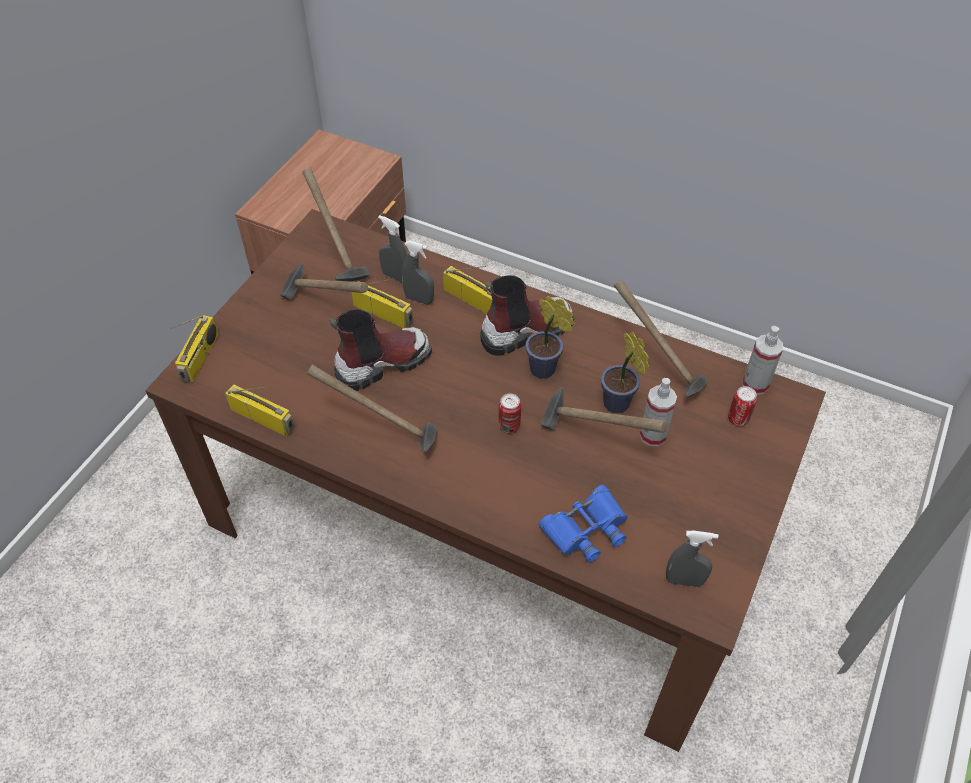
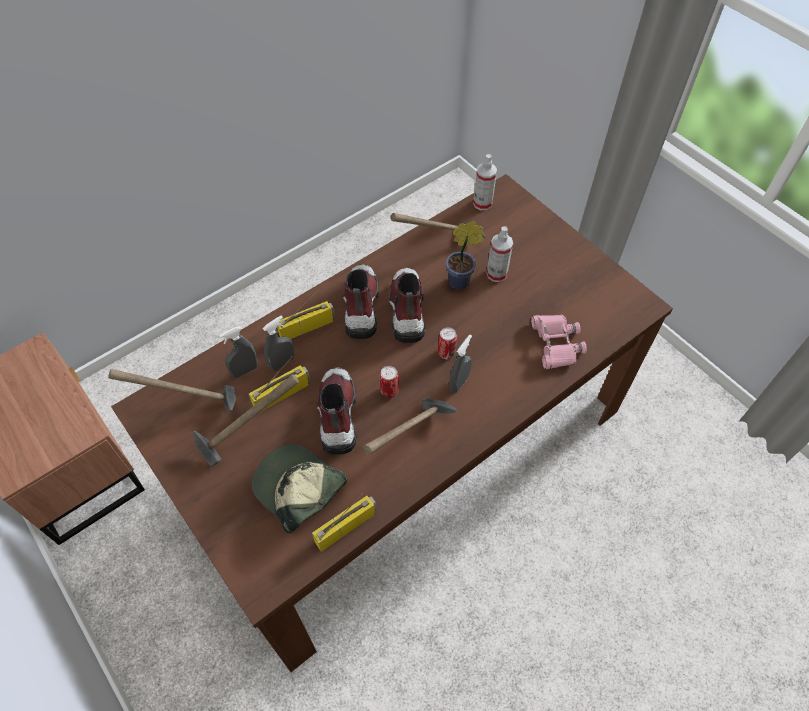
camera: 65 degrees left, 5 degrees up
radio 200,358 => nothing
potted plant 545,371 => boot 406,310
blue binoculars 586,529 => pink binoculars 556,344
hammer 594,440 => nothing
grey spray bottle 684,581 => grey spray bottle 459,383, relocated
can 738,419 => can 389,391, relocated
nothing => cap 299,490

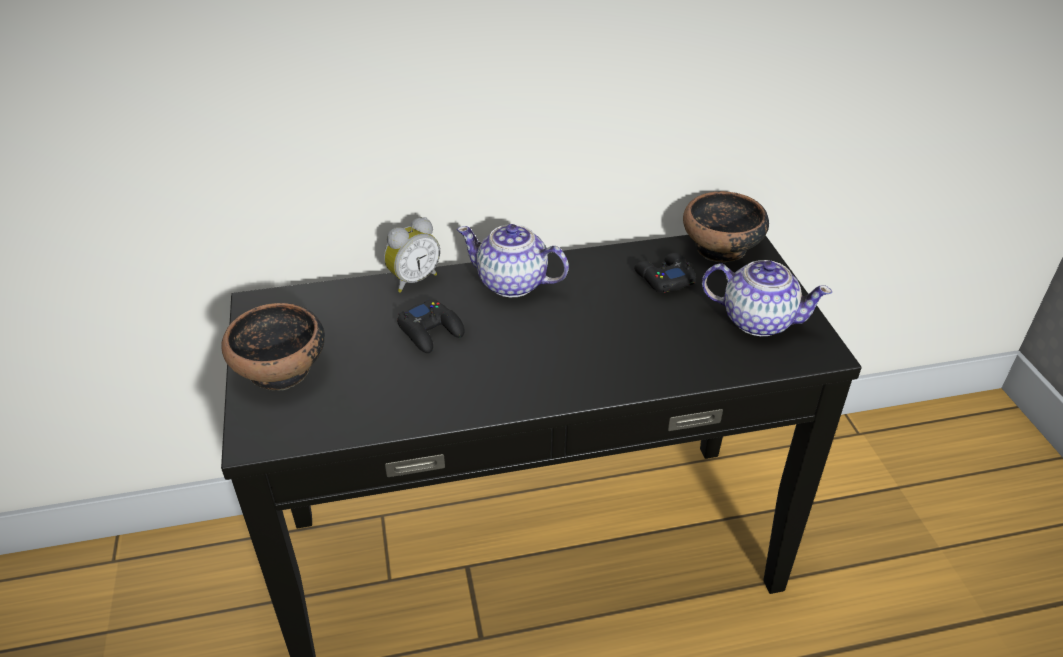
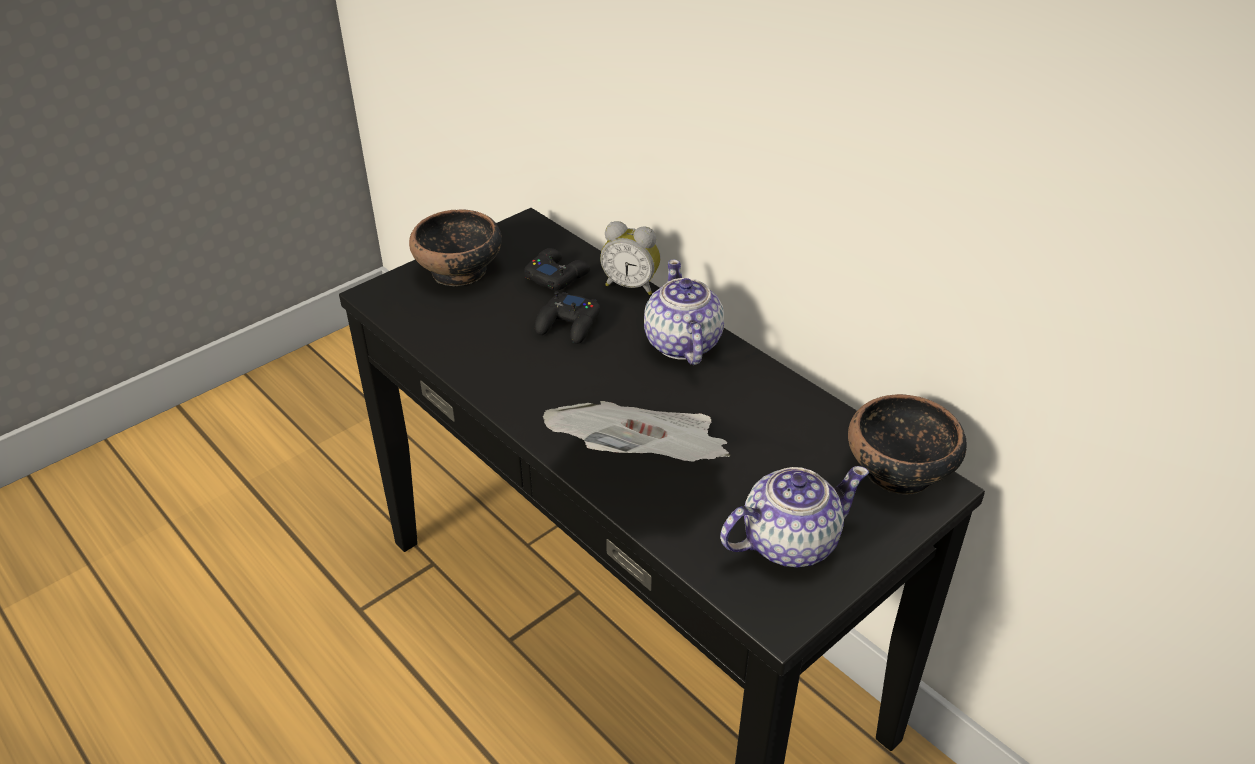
camera: 60 degrees right, 0 degrees up
black game controller 664,278 => black game controller 556,276, relocated
teapot 757,320 => teapot 788,542, 105 degrees counterclockwise
nothing => newspaper 644,465

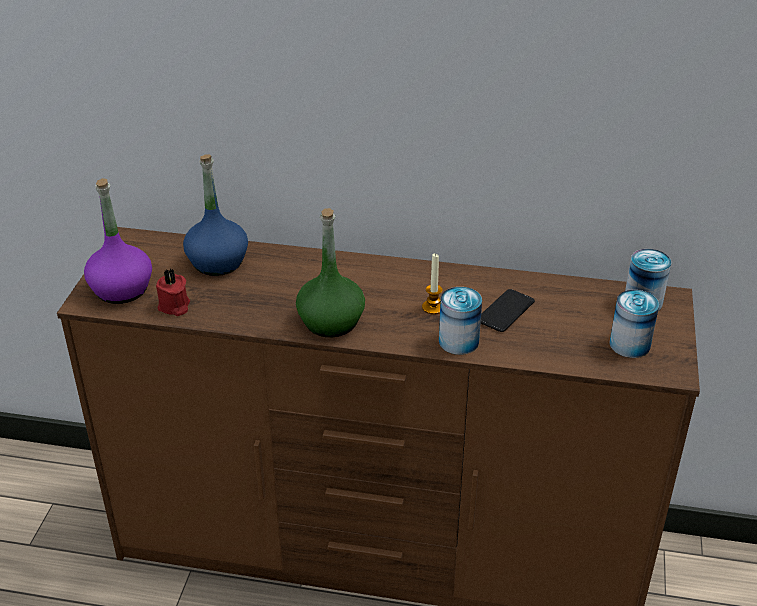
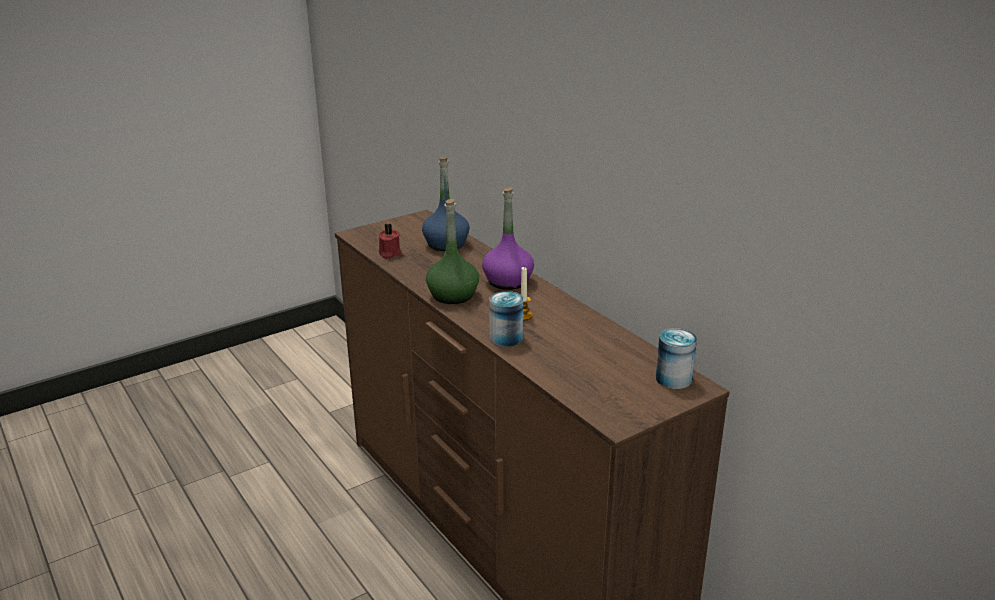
camera: 45 degrees right, 10 degrees down
purple bottle 121,290 => purple bottle 508,281, relocated
phone 505,311 => nothing
can 629,344 => nothing

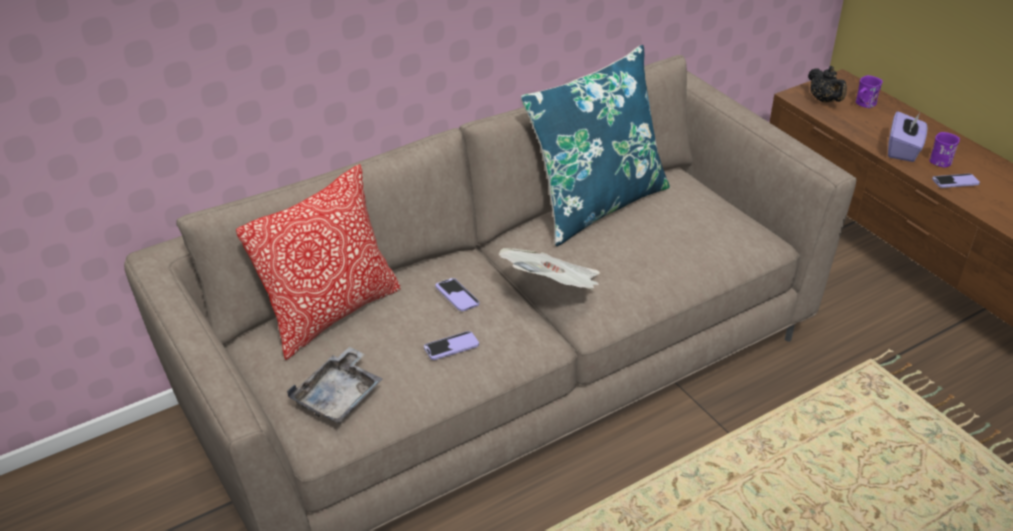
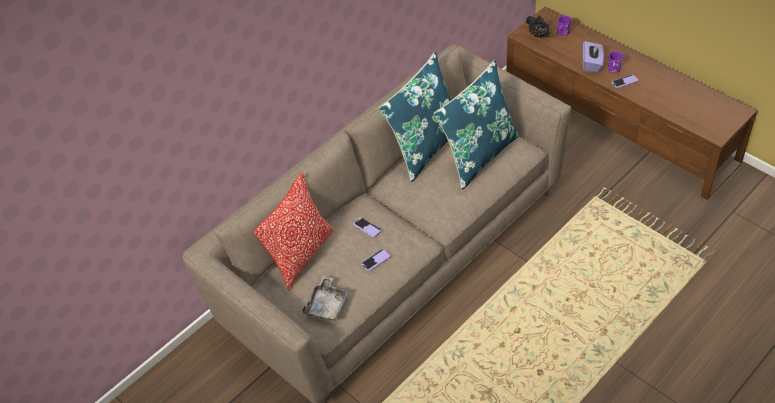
camera: 10 degrees left, 10 degrees up
newspaper 553,289 => nothing
nothing => blue pillow 478,155

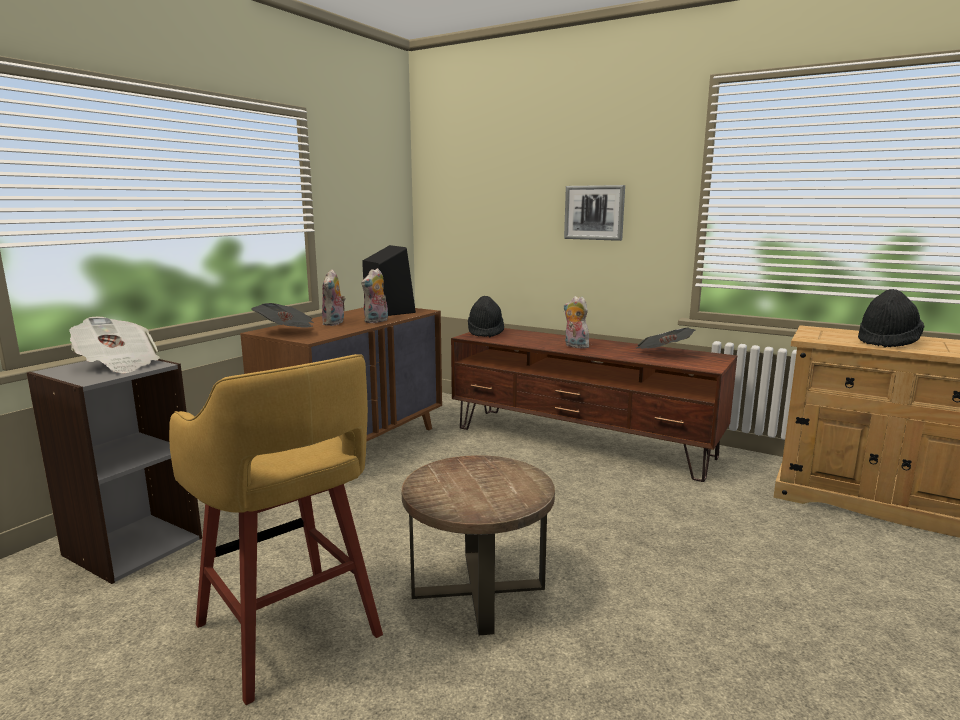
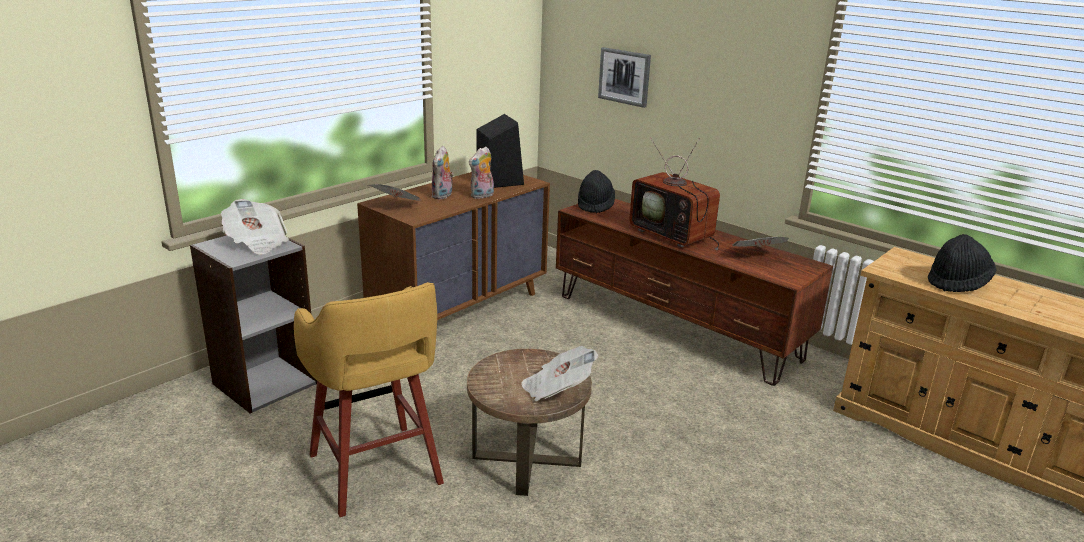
camera: 10 degrees right, 10 degrees up
picture 594,212 => picture 624,76, relocated
plush toy 574,346 => television 674,235
nothing => newspaper 557,389

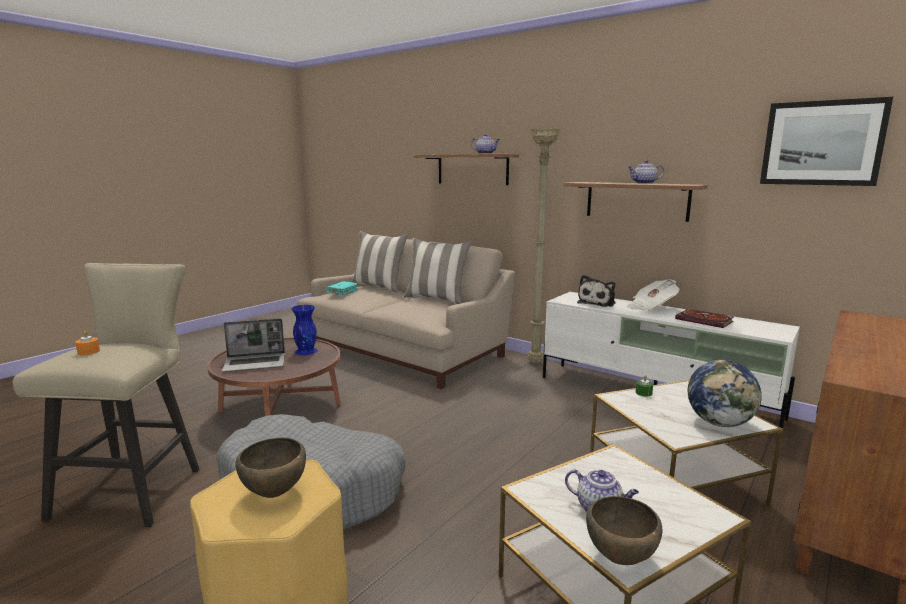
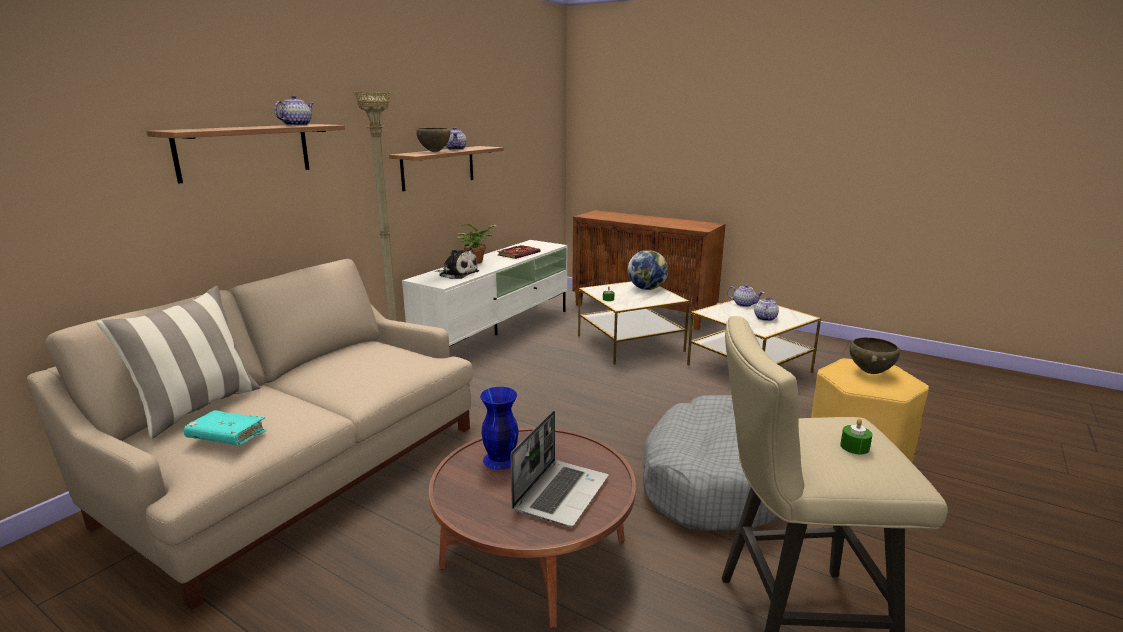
camera: 95 degrees left, 5 degrees up
orange candle 88,352 => green candle 854,447
laptop 256,363 => laptop 561,493, 45 degrees clockwise
pillow 436,299 => nothing
brown bowl 620,559 => brown bowl 435,152, relocated
newspaper 650,307 => potted plant 477,261
picture 822,143 => nothing
nothing => teapot 744,304

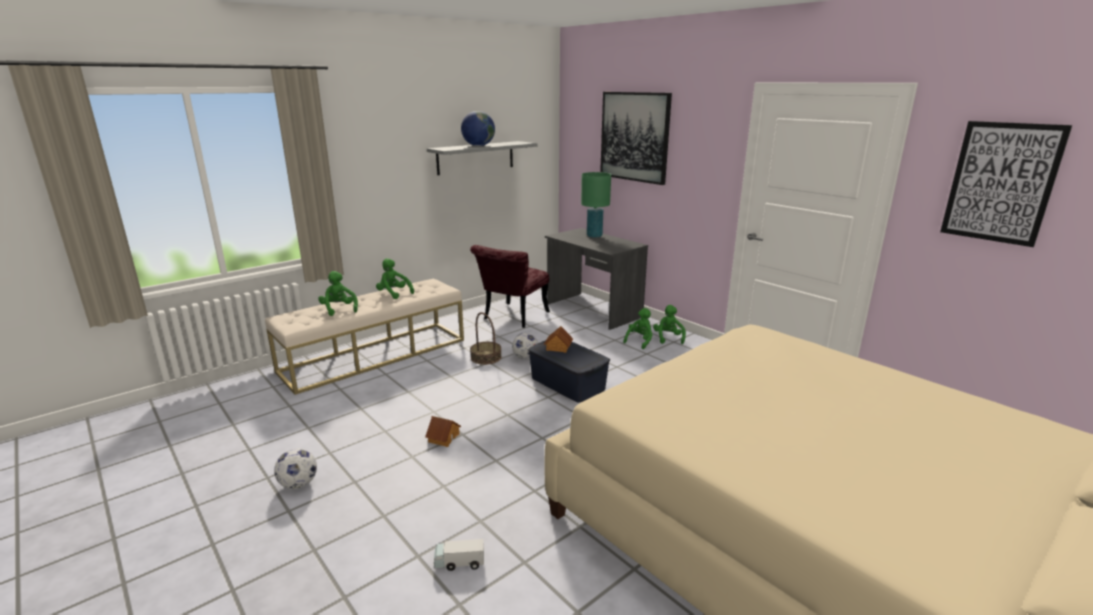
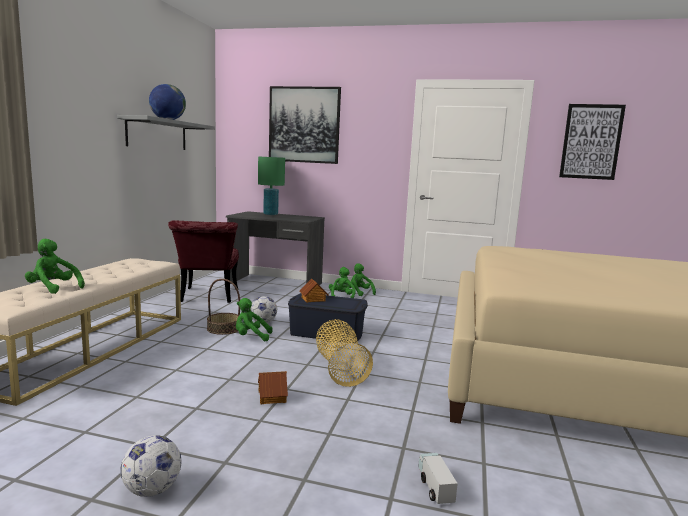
camera: 35 degrees left, 10 degrees down
green plush toy 393,294 => green plush toy 251,337, relocated
toy truck 459,562 => toy truck 435,487, 120 degrees clockwise
nothing => basket 340,368

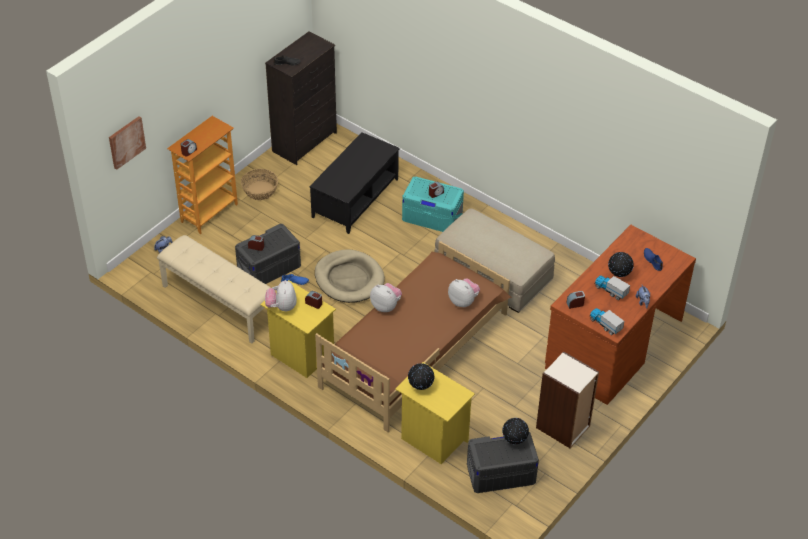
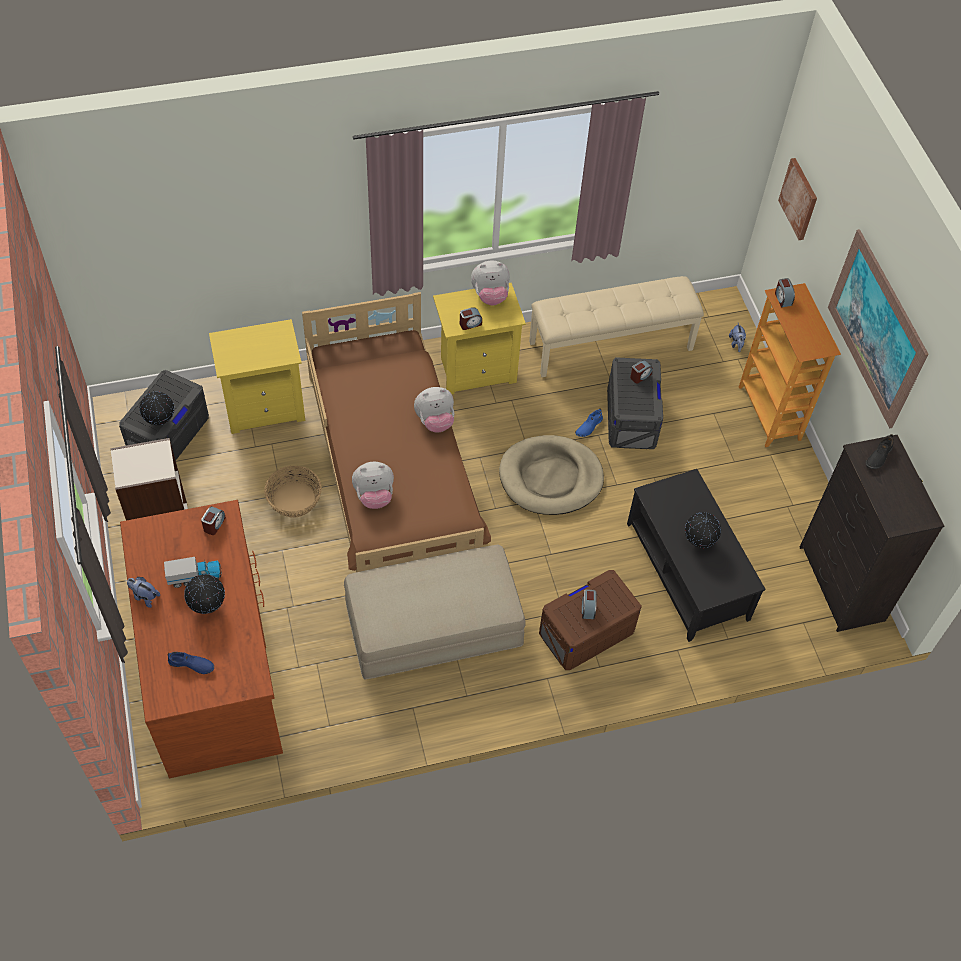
camera: 125 degrees right, 10 degrees up
basket 260,191 => basket 294,499, relocated
plush toy 282,307 => plush toy 490,296, 135 degrees clockwise
turquoise storage box 432,216 => brown storage box 586,632
globe 420,387 => globe 698,542, relocated
toy truck 605,325 => nothing
nothing => picture 876,329

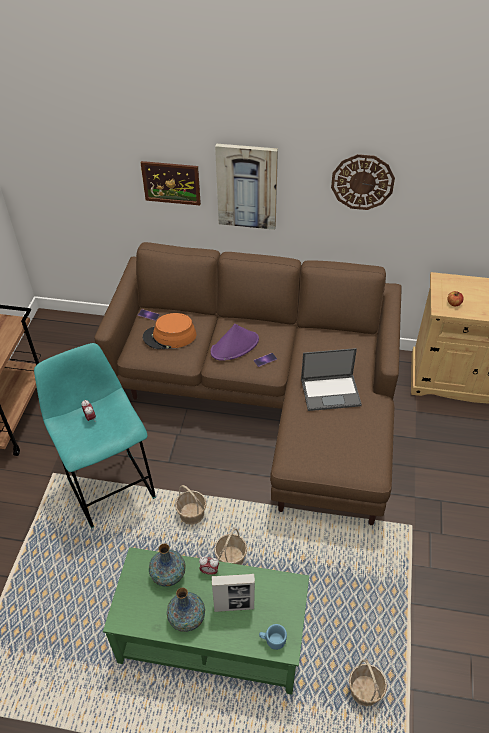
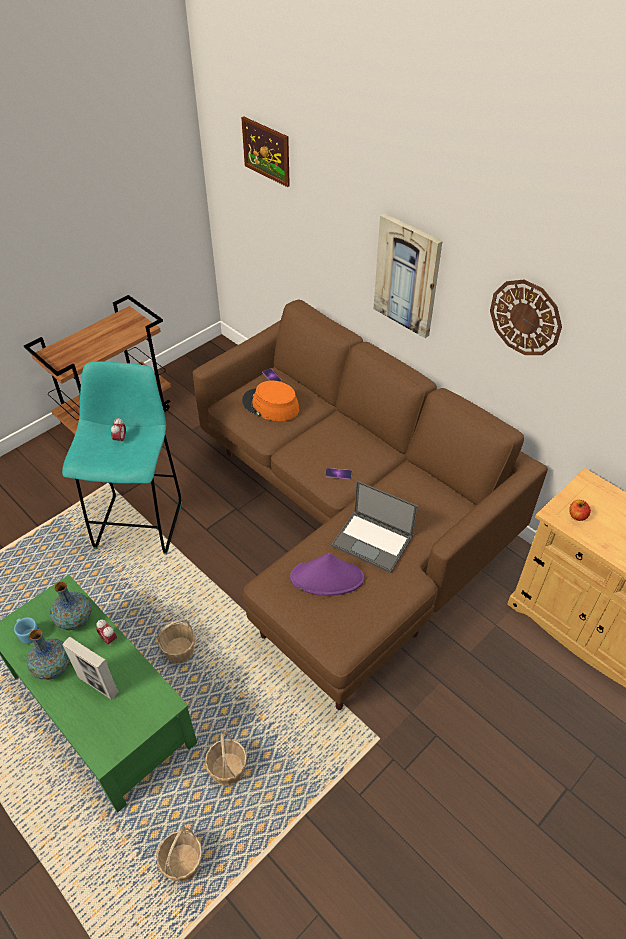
camera: 35 degrees right, 0 degrees up
picture 171,183 => picture 266,151, relocated
basket 192,514 => basket 227,769, relocated
purple hat 235,346 => purple hat 327,578, relocated
blue mug 272,640 => blue mug 29,634, relocated

